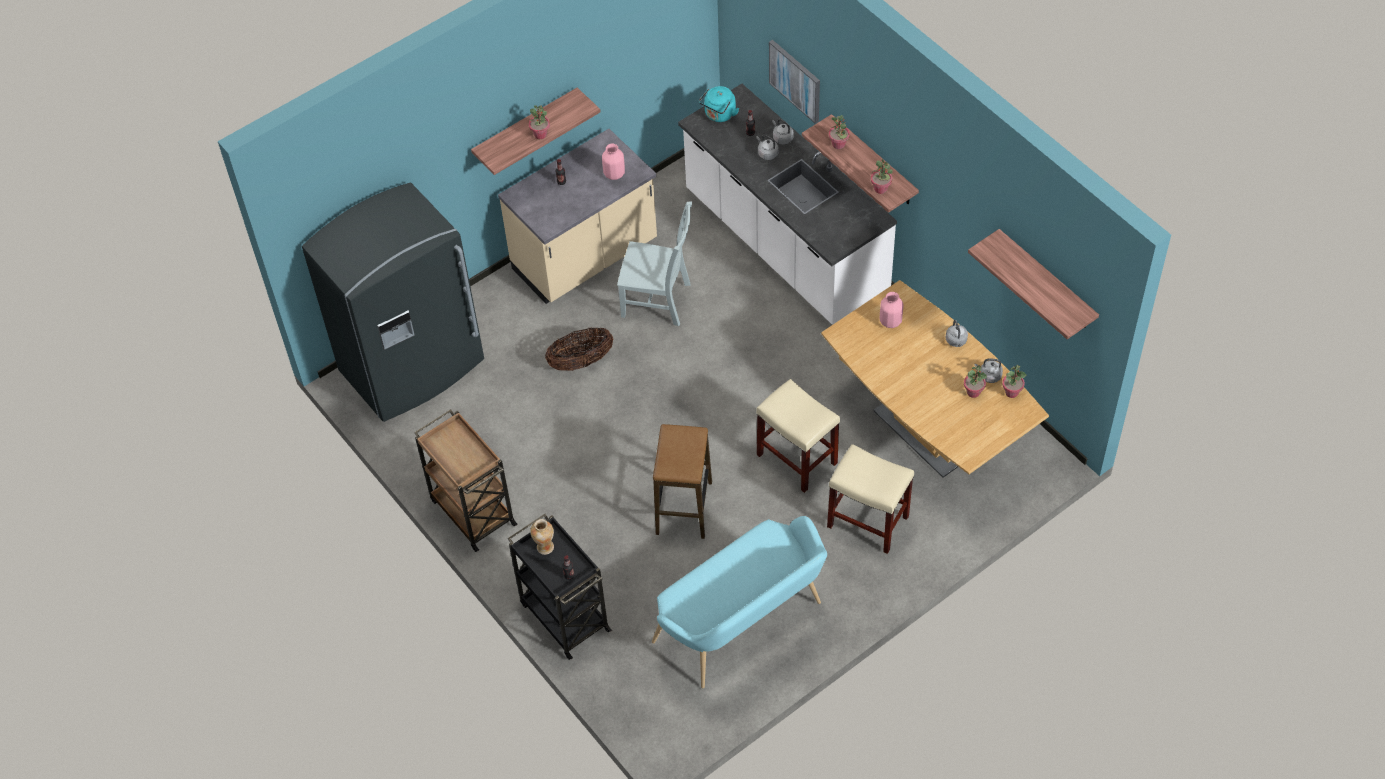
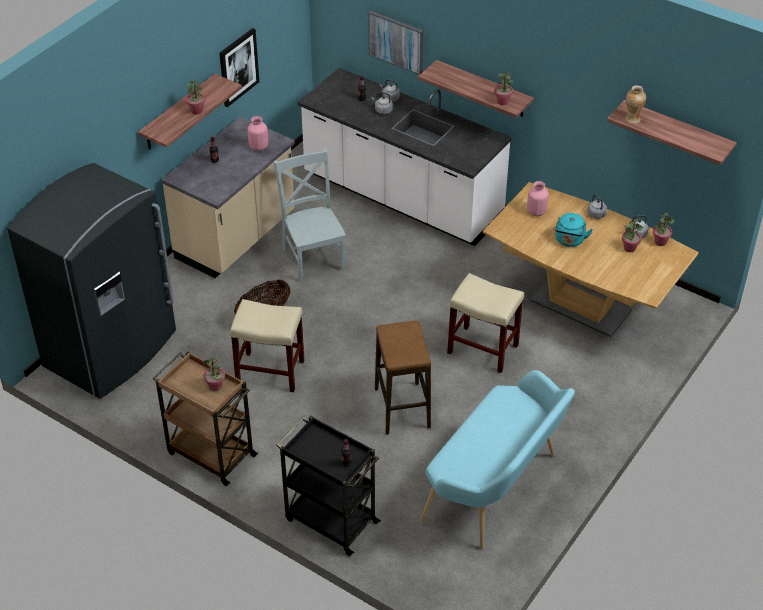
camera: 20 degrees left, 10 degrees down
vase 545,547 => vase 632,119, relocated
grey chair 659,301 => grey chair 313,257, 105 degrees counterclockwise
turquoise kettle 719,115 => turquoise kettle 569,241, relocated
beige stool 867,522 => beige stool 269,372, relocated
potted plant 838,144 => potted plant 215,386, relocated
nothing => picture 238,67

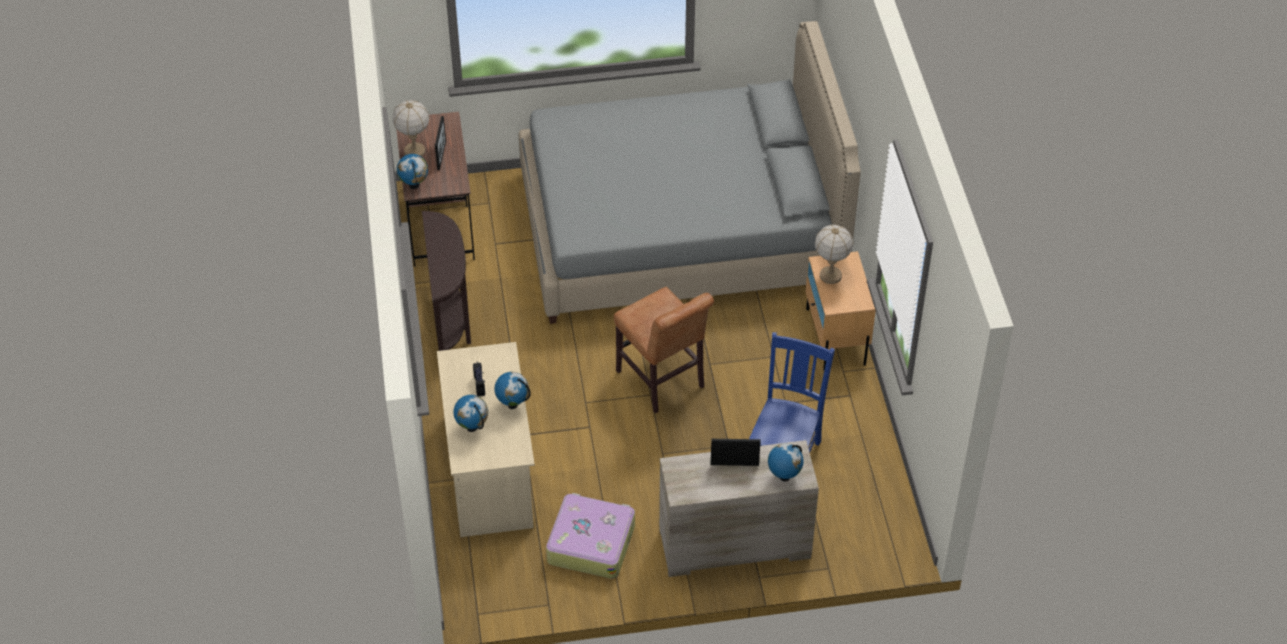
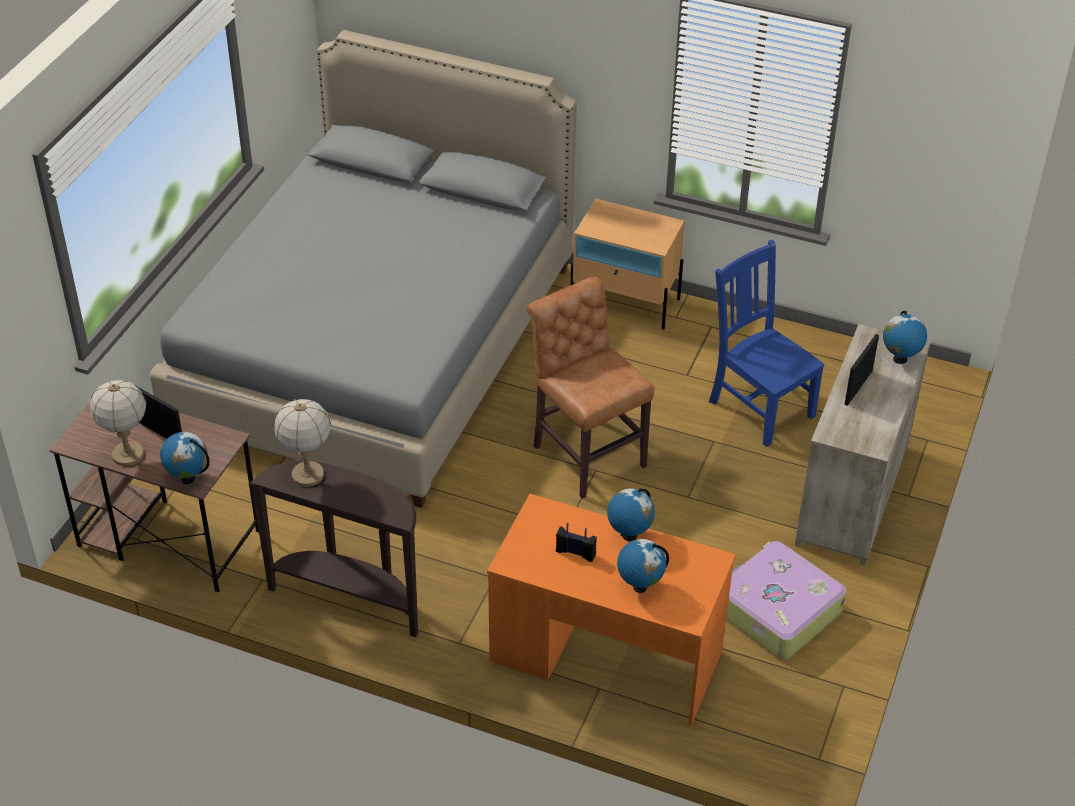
camera: 60 degrees left, 5 degrees down
beige desk 489,470 => orange desk 605,656
brown chair 663,382 => brown chair 585,453, 120 degrees counterclockwise
table lamp 830,275 => table lamp 307,475, relocated

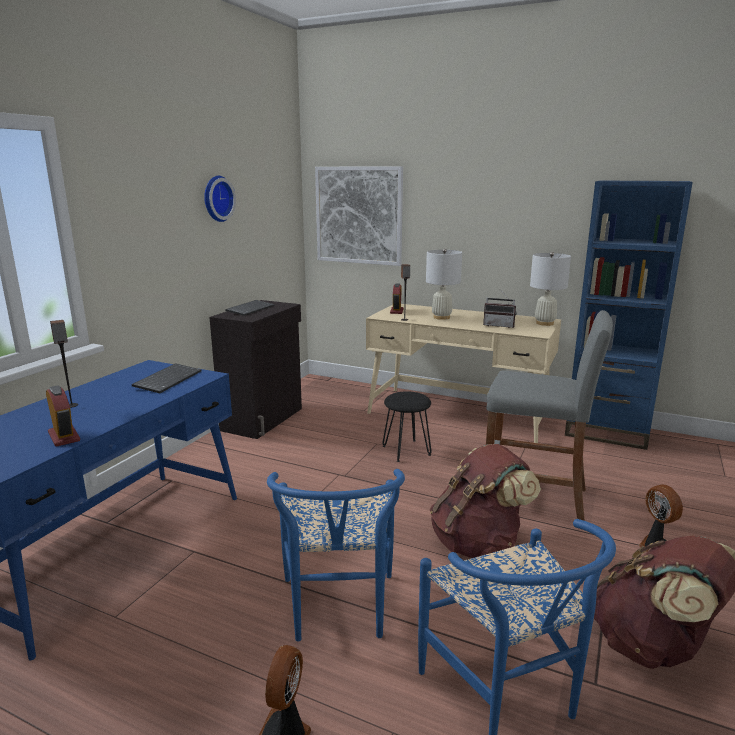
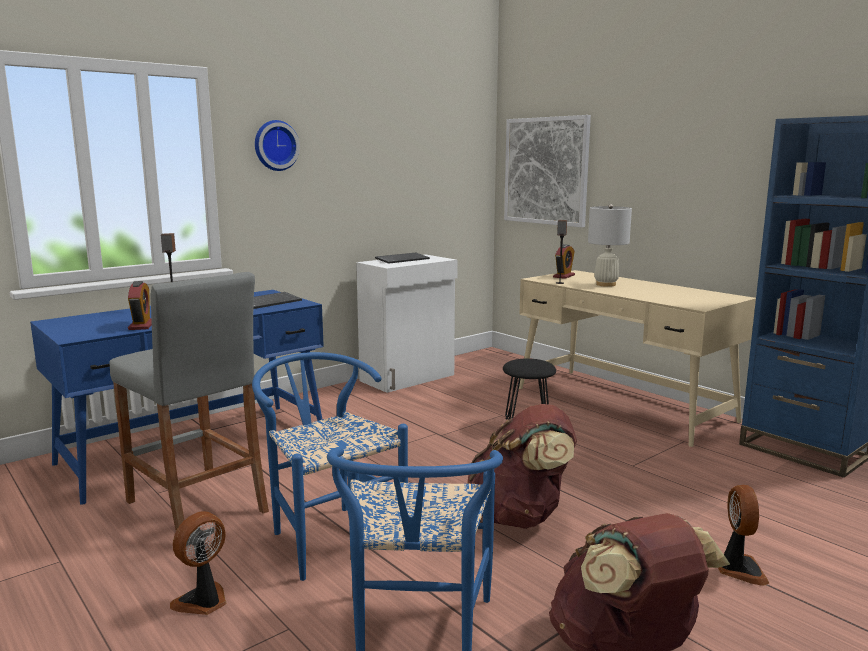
camera: 25 degrees right, 5 degrees down
wall clock 216,198 => wall clock 275,145, relocated
black cabinet 264,419 => white cabinet 409,378
blue chair 338,612 => blue chair 328,534, 120 degrees clockwise
radio 499,325 => nothing
grey stool 535,498 => grey stool 197,507, relocated
white table lamp 545,323 => nothing

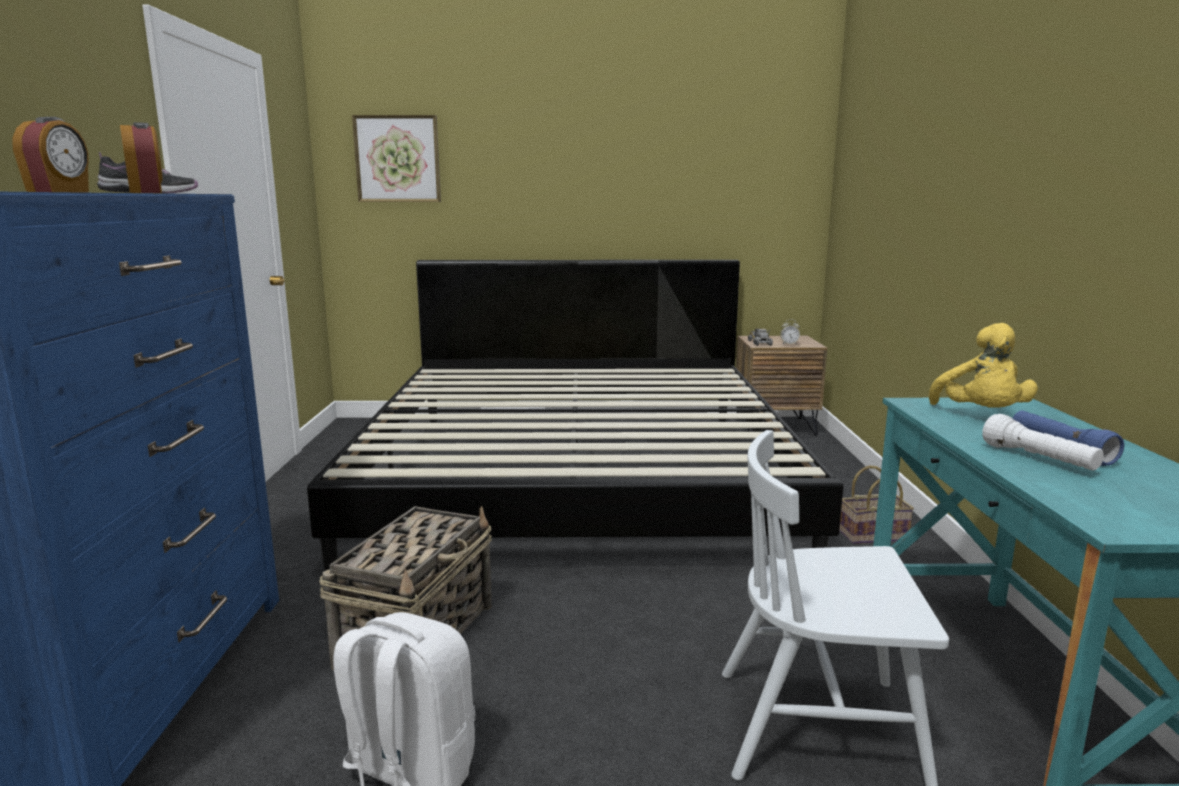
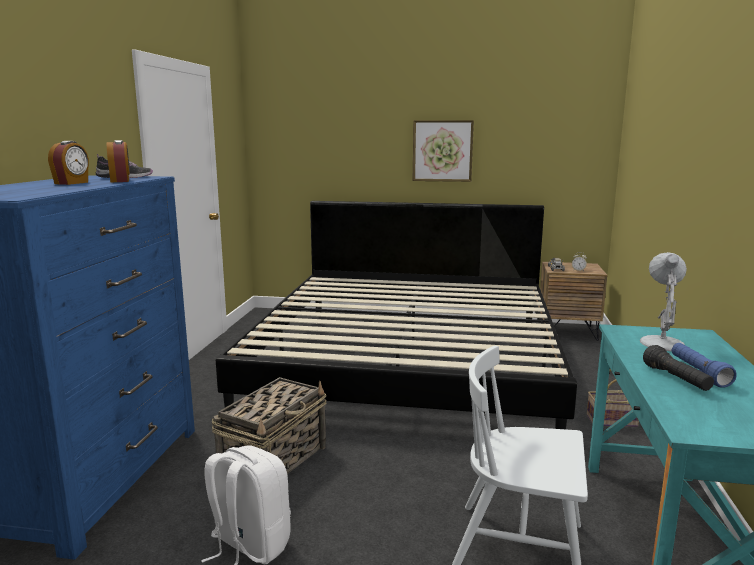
camera: 10 degrees right, 0 degrees up
picture 397,159 => picture 442,151, relocated
yellow plush toy 981,415 => white table lamp 661,342
white flashlight 1038,459 => black flashlight 676,379

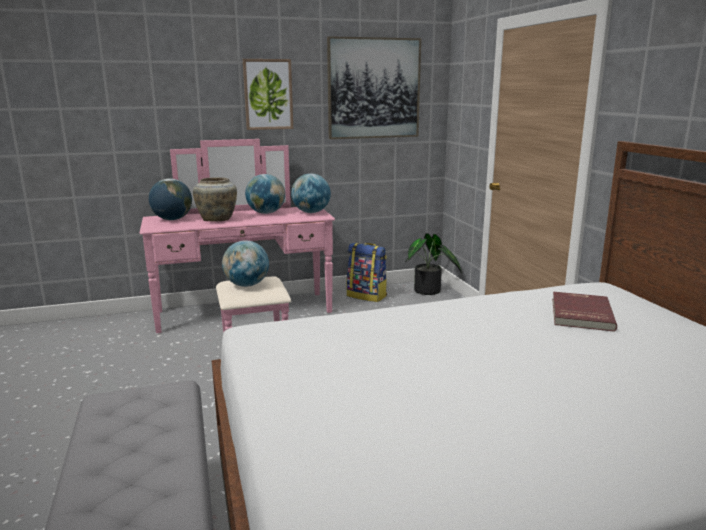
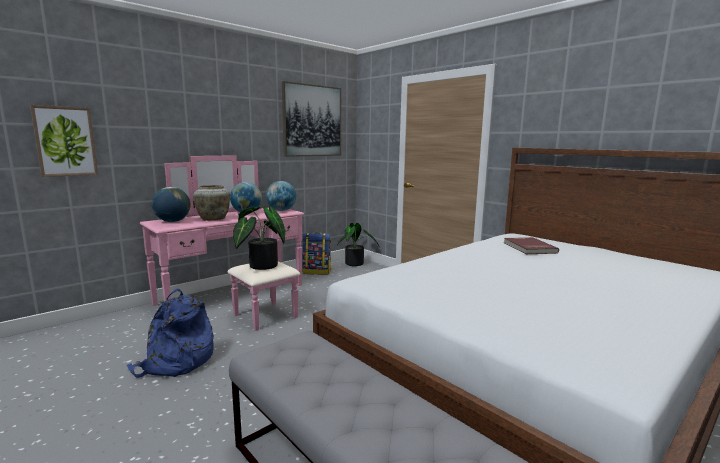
camera: 25 degrees left, 5 degrees down
globe 246,285 => potted plant 260,266
picture 268,94 => picture 65,141, relocated
nothing => blue backpack 176,362

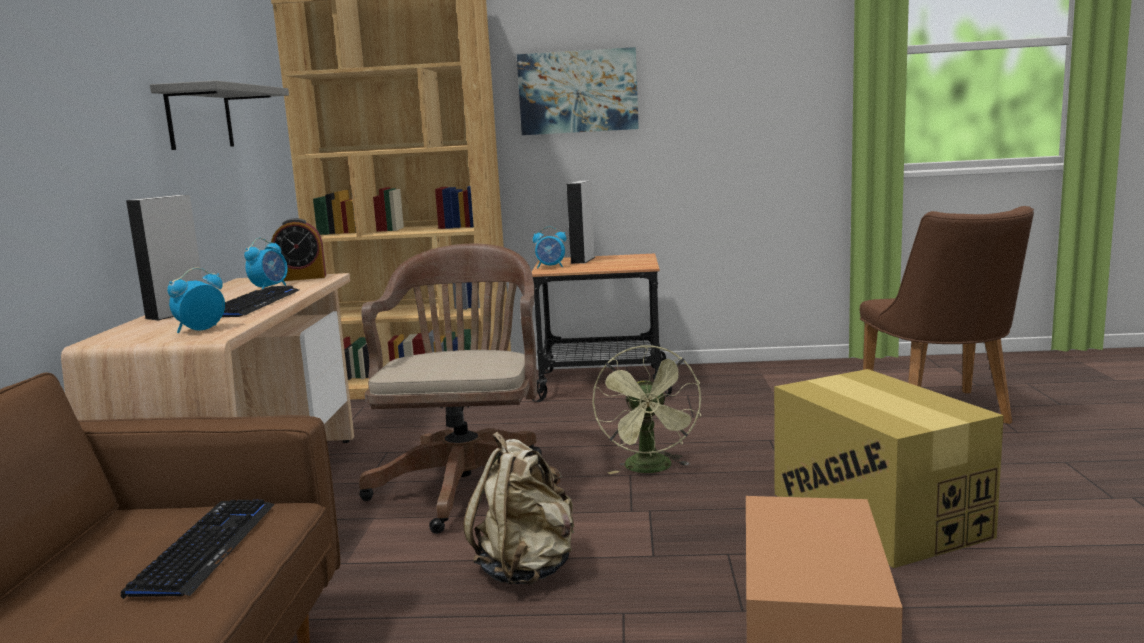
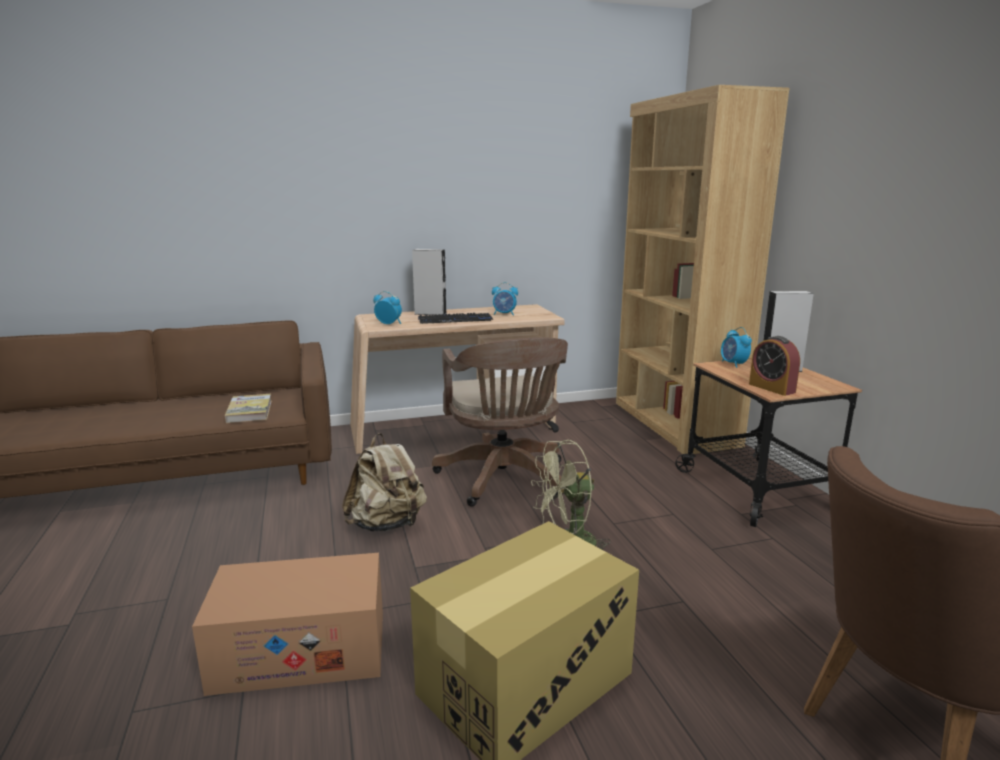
camera: 70 degrees right, 5 degrees up
keyboard 205,548 => book 249,411
grey shelf 200,118 => nothing
alarm clock 301,278 => alarm clock 771,388, relocated
brown office chair 468,484 => brown office chair 504,480, 90 degrees clockwise
picture 578,92 => nothing

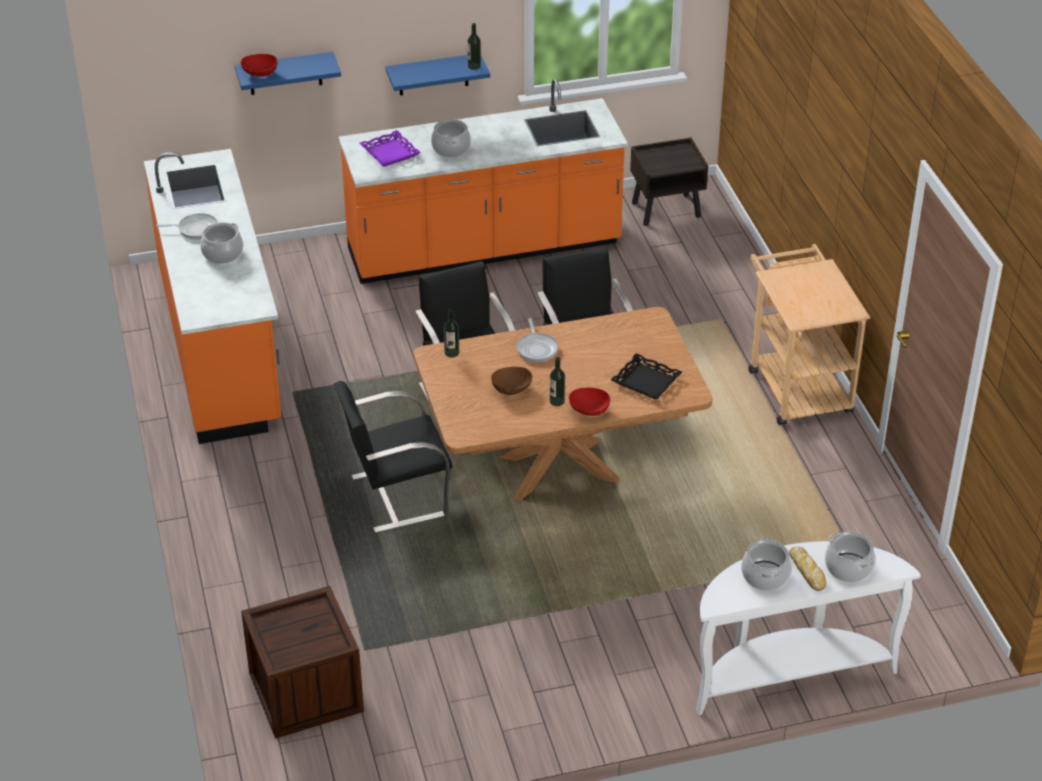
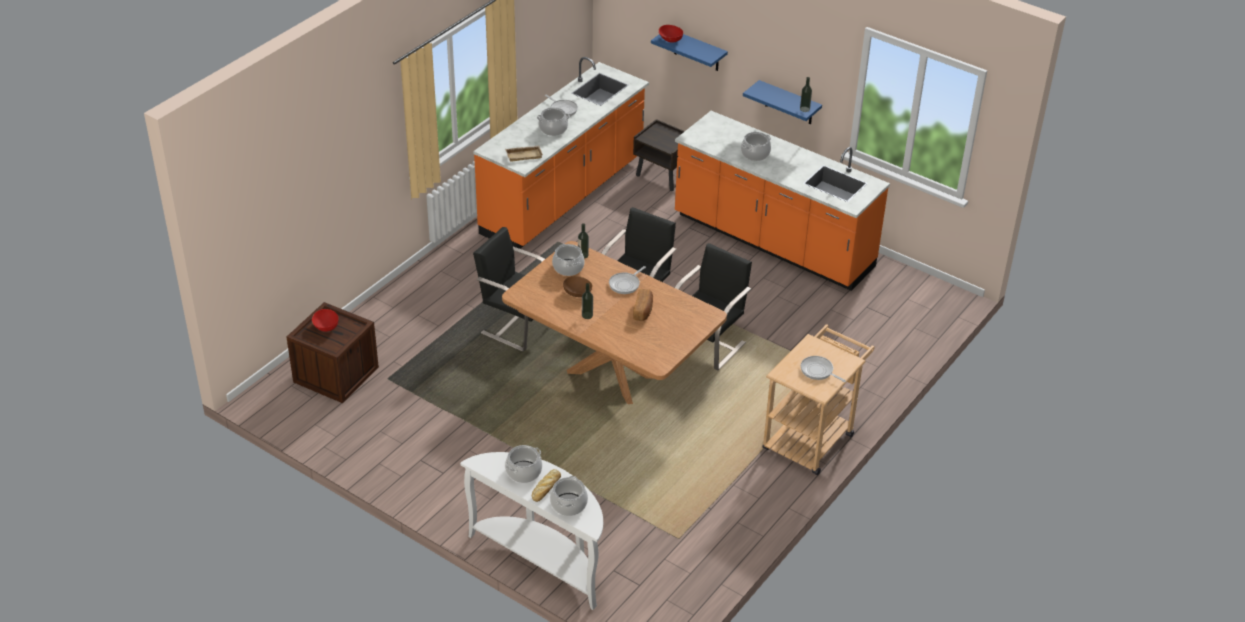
camera: 50 degrees right, 0 degrees up
purple tray 390,153 => nothing
red bowl 588,411 => red bowl 325,327, relocated
black tray 645,381 => nothing
brown nightstand 666,210 => brown nightstand 663,176, relocated
nothing => beige tray 524,155
nothing => cooking pot 568,268
nothing => bread 643,310
nothing => frying pan 818,371

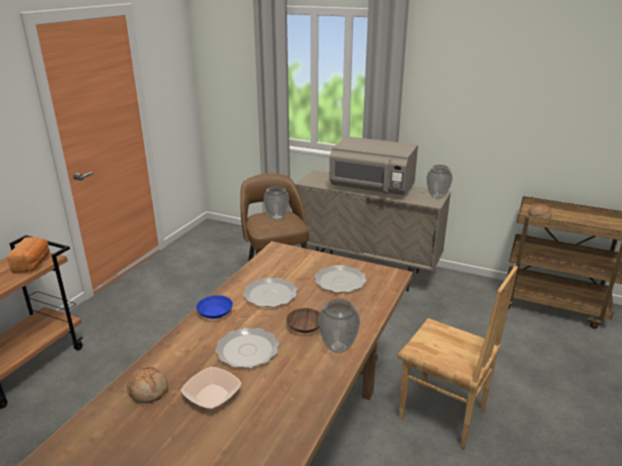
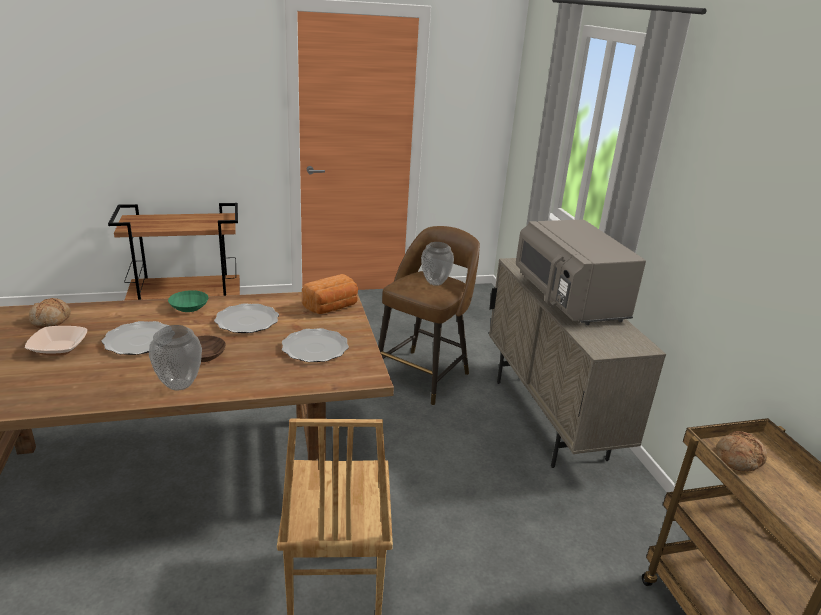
camera: 50 degrees right, 0 degrees up
bread 33,264 => bread 332,307, relocated
blue bowl 216,313 => green bowl 189,308
vase 437,196 => nothing

